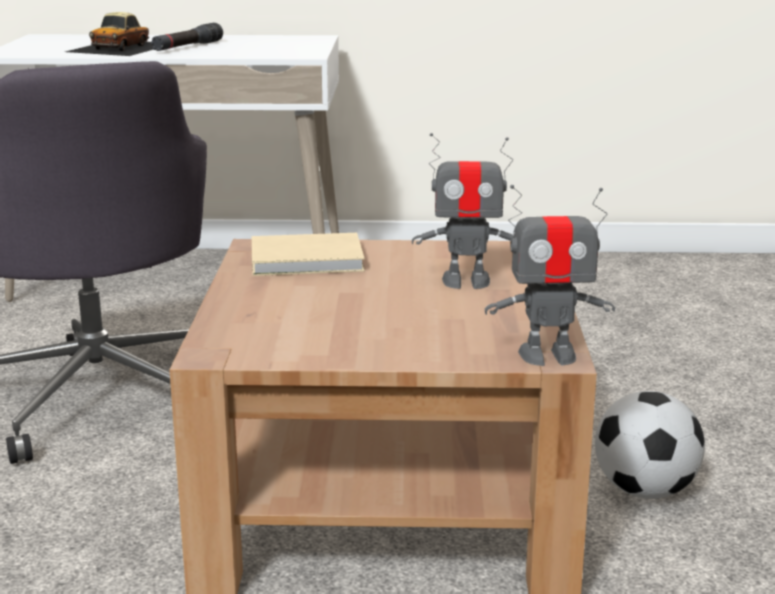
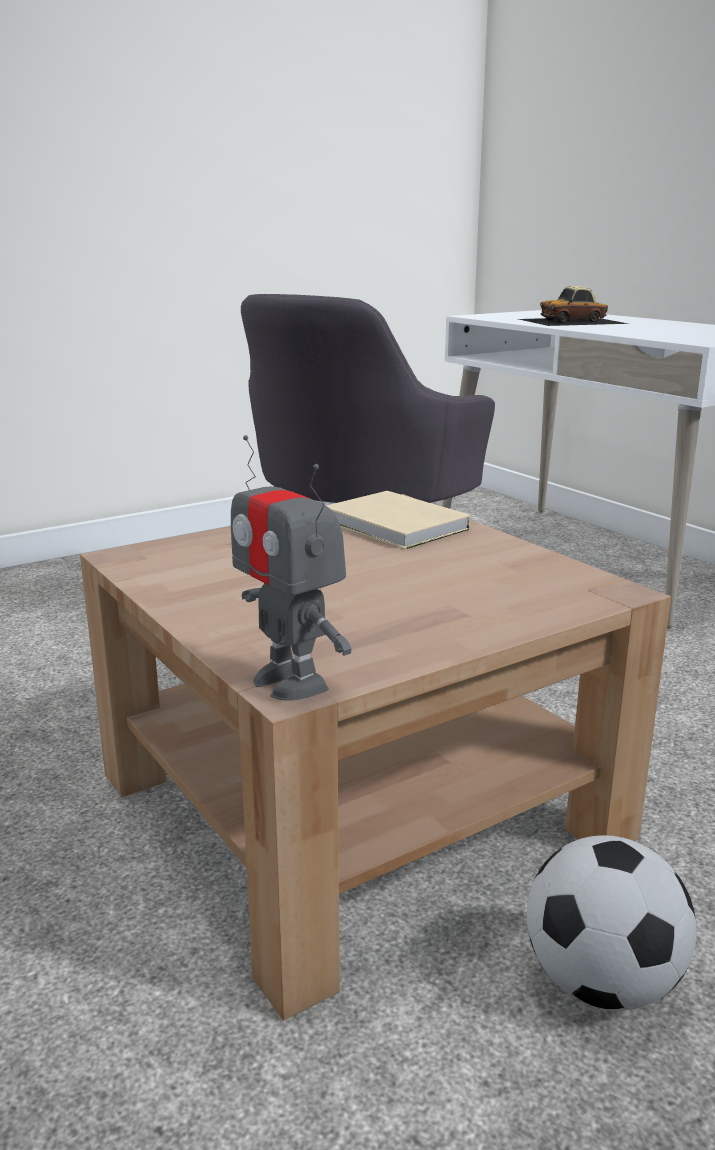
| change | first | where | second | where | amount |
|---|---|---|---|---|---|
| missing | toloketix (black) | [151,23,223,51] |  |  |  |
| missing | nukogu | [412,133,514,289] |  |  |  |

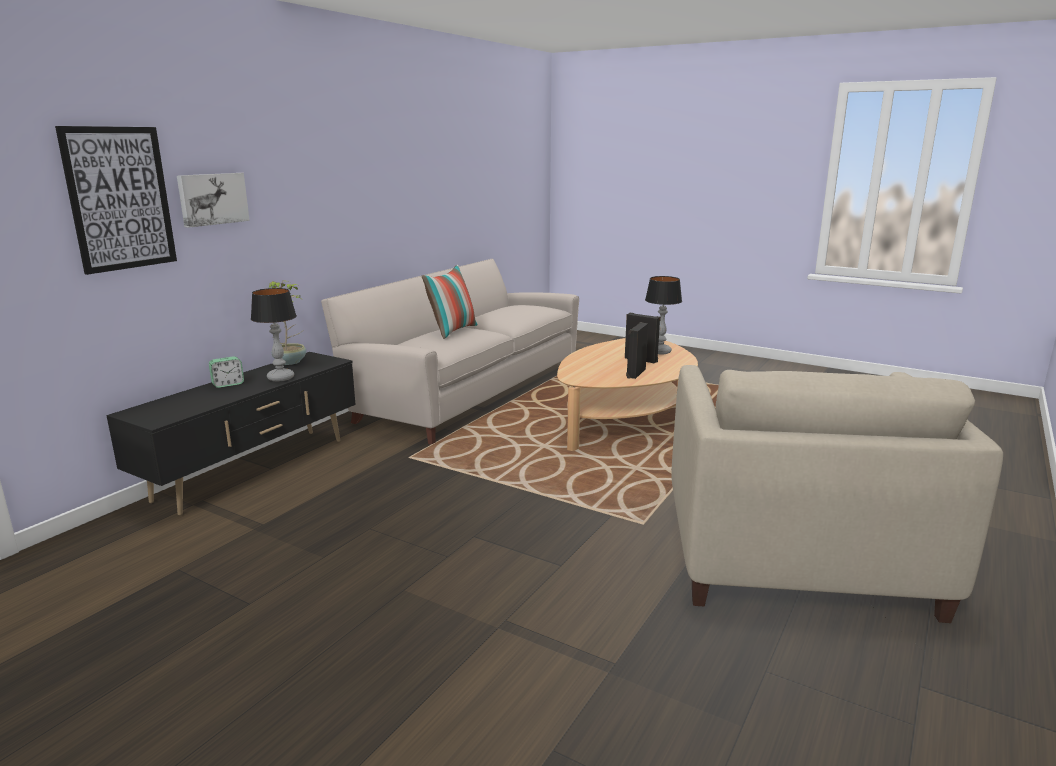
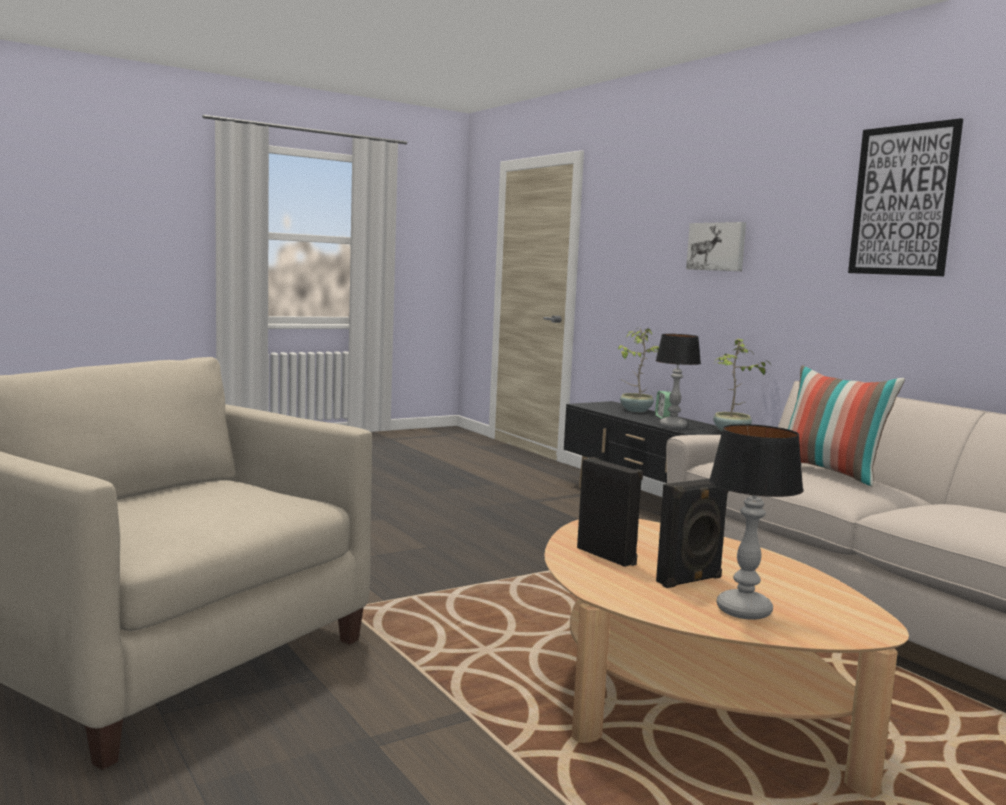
| change | first | where | second | where | amount |
|---|---|---|---|---|---|
| relocated | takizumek | [55,126,177,275] |  | [848,118,963,276] |  |
| appeared |  |  | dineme | [618,328,659,412] |  |

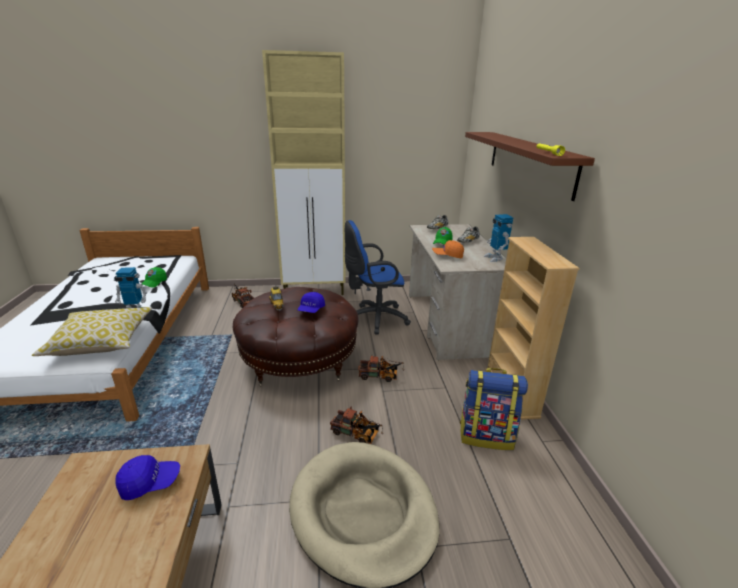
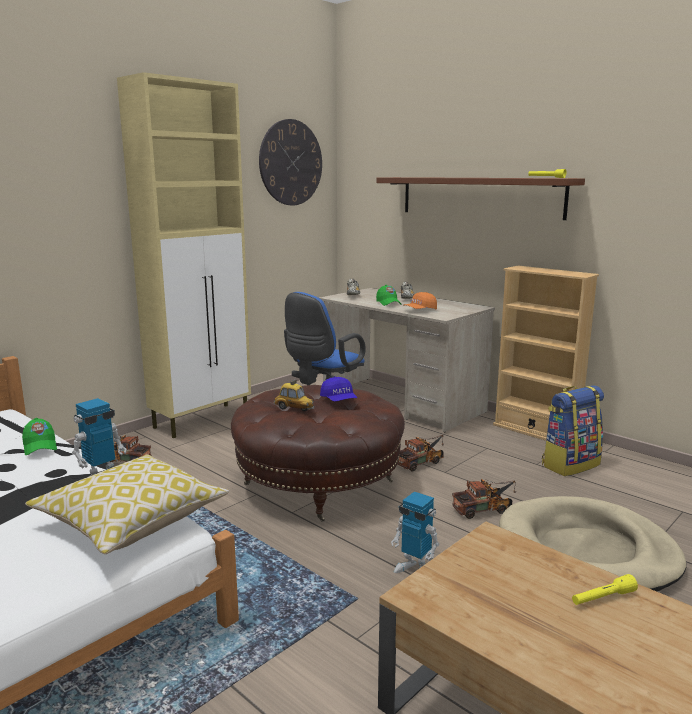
| change | first | where | second | where | amount |
|---|---|---|---|---|---|
| missing | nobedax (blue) | [116,455,180,500] |  |  |  |
| relocated | nukogu | [483,214,513,262] |  | [391,492,439,573] |  |
| appeared |  |  | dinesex | [259,119,322,206] |  |
| appeared |  |  | toloketix (yellow) | [572,574,638,605] |  |

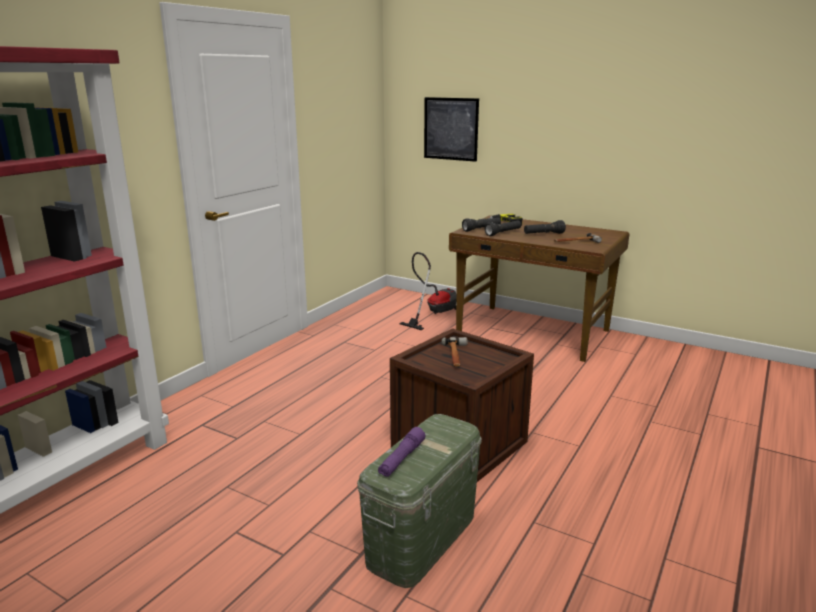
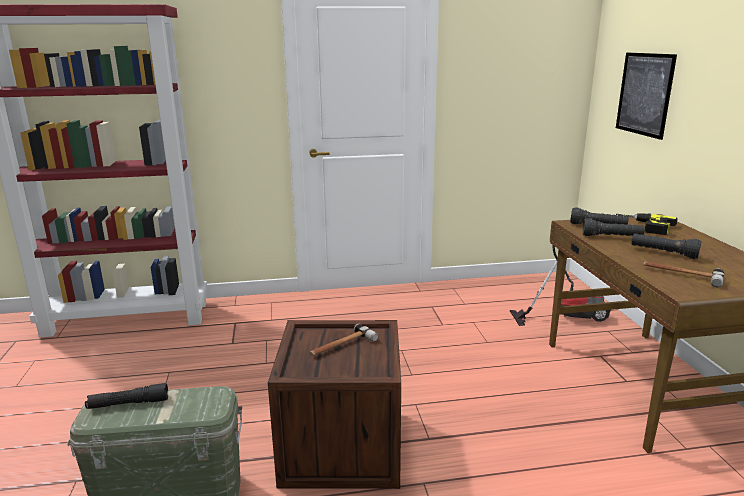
| change | first | where | second | where | amount |
|---|---|---|---|---|---|
| colour | toloketix (purple) | [378,427,425,477] | toloketix (black) | [85,383,168,409] |  |

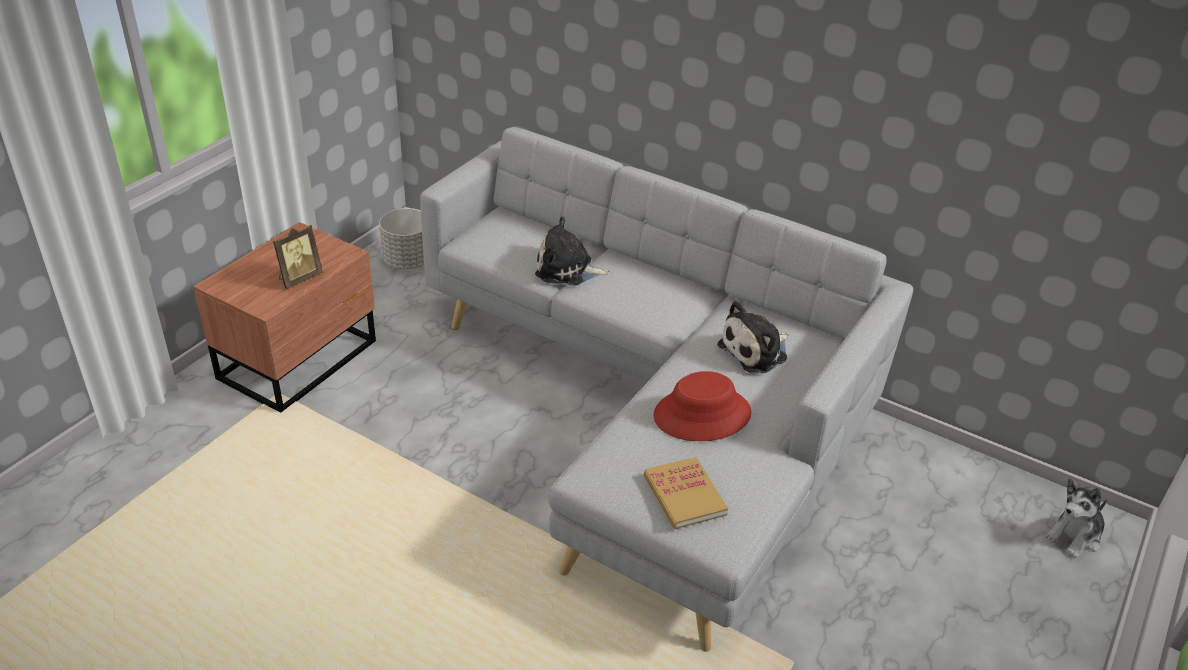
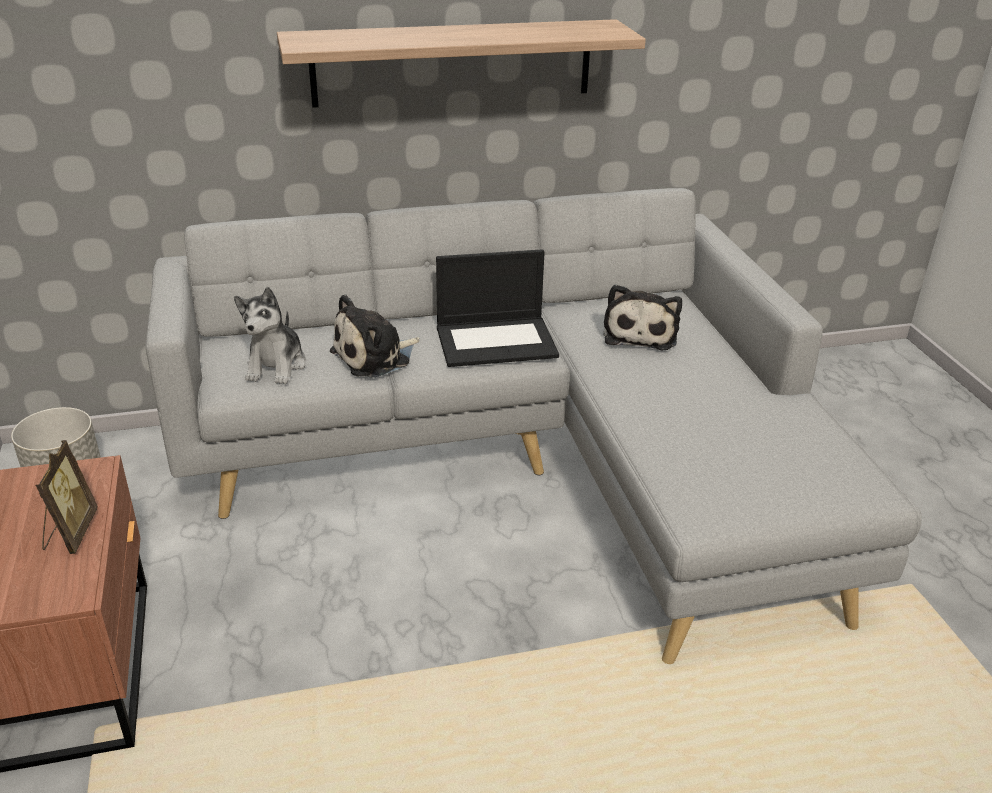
| change | first | where | second | where | amount |
|---|---|---|---|---|---|
| missing | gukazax | [644,457,728,529] |  |  |  |
| missing | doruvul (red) | [653,371,752,441] |  |  |  |
| relocated | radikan | [1045,478,1107,558] |  | [234,287,306,384] |  |
| appeared |  |  | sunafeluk | [277,19,646,108] |  |
| appeared |  |  | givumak | [436,249,559,367] |  |

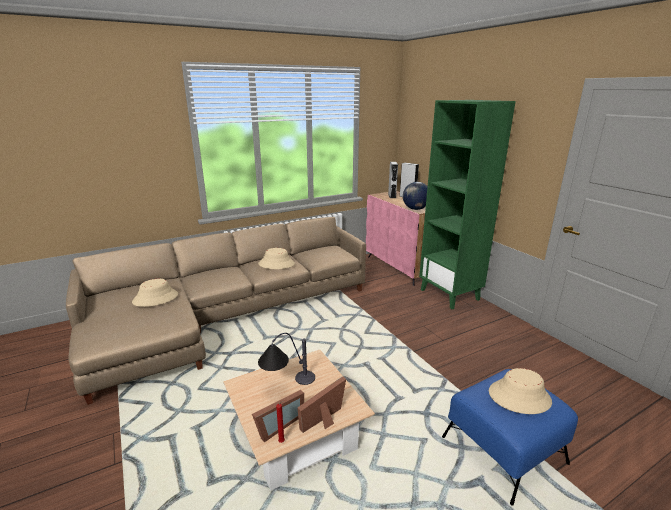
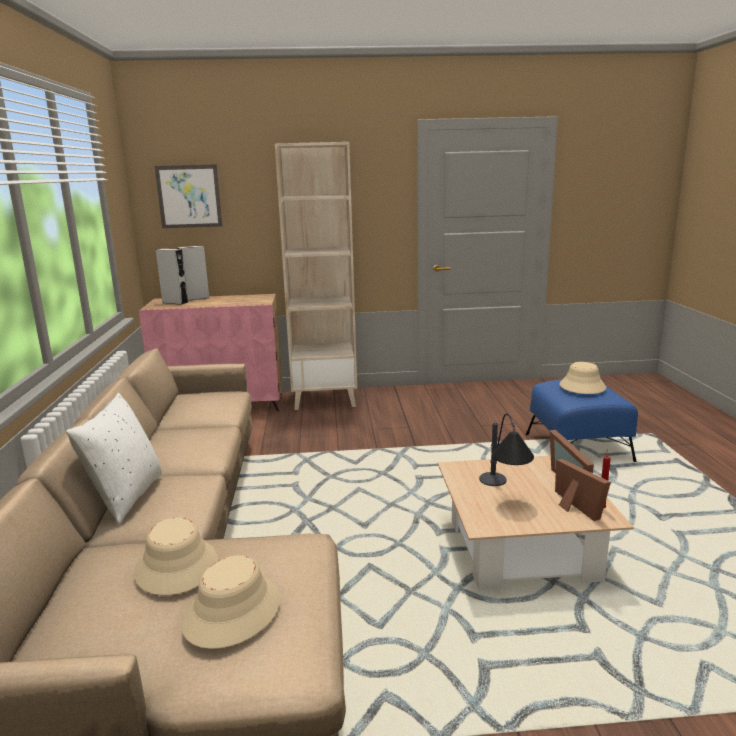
| change | first | where | second | where | amount |
|---|---|---|---|---|---|
| relocated | doruvul (beige) | [258,248,295,269] |  | [181,555,280,649] |  |
| missing | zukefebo | [403,182,428,210] |  |  |  |
| colour | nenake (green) | [419,100,516,309] | nenake (beige) | [275,142,357,410] |  |
| appeared |  |  | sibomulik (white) | [66,393,162,524] |  |
| appeared |  |  | takizumek | [155,164,222,228] |  |

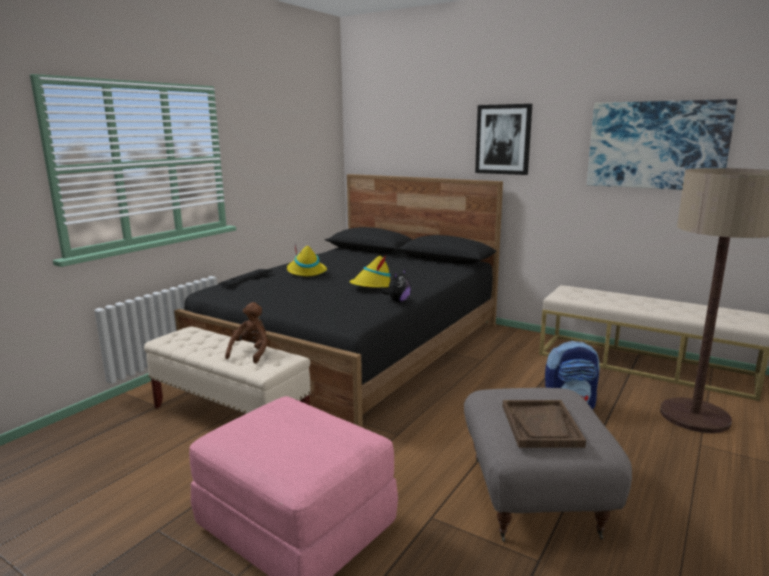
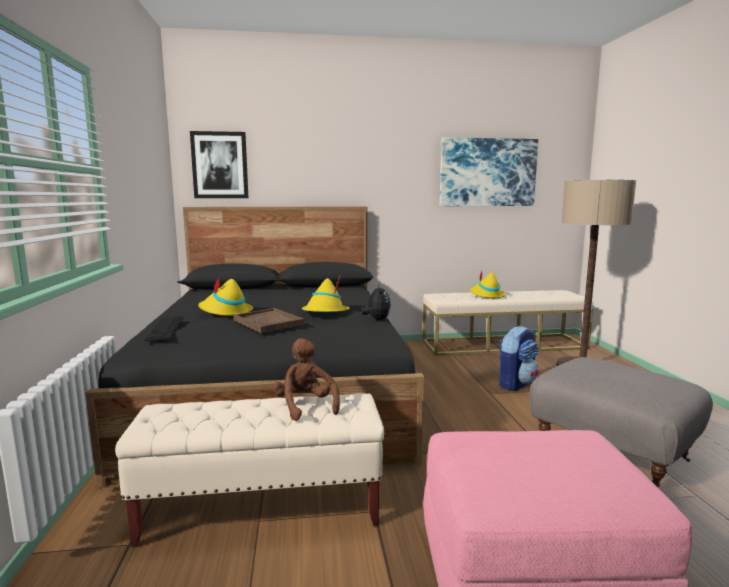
| change | first | where | second | where | amount |
|---|---|---|---|---|---|
| relocated | takizumek | [475,104,532,175] |  | [190,131,248,198] |  |
| relocated | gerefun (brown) | [503,400,586,448] |  | [233,308,304,333] |  |
| appeared |  |  | doruvul (yellow) | [470,271,506,299] |  |

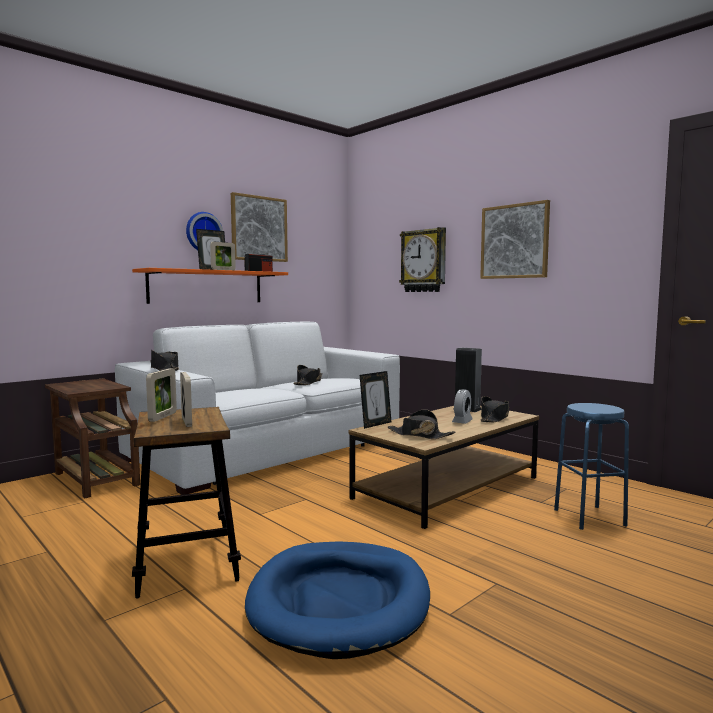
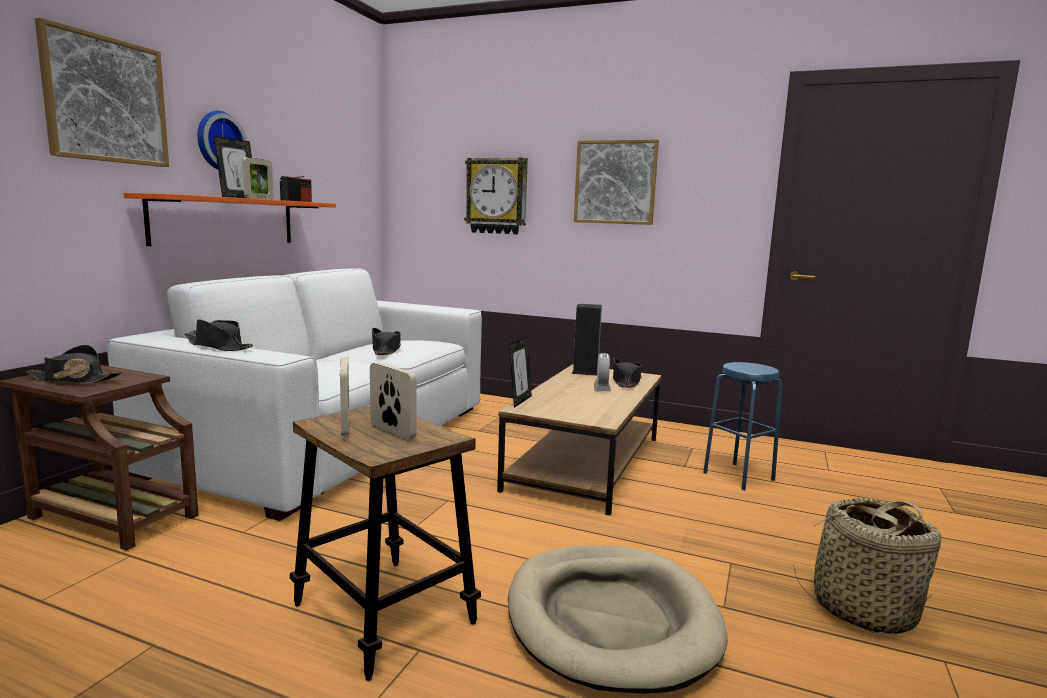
| change | first | where | second | where | amount |
|---|---|---|---|---|---|
| relocated | takizumek | [231,192,288,262] |  | [35,17,169,167] |  |
| colour | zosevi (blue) | [245,541,430,659] | zosevi (beige) | [508,545,728,694] |  |
| relocated | doruvul (black) | [387,409,456,439] |  | [26,345,123,384] |  |
| appeared |  |  | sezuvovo | [793,498,941,634] |  |

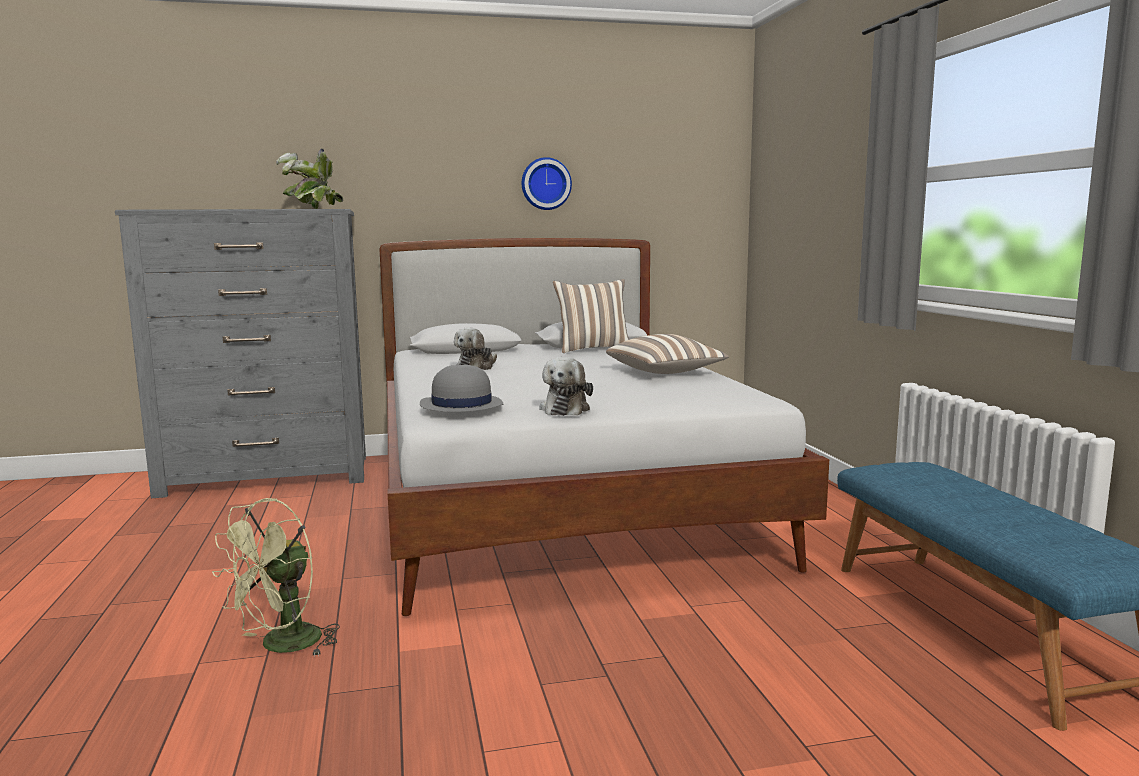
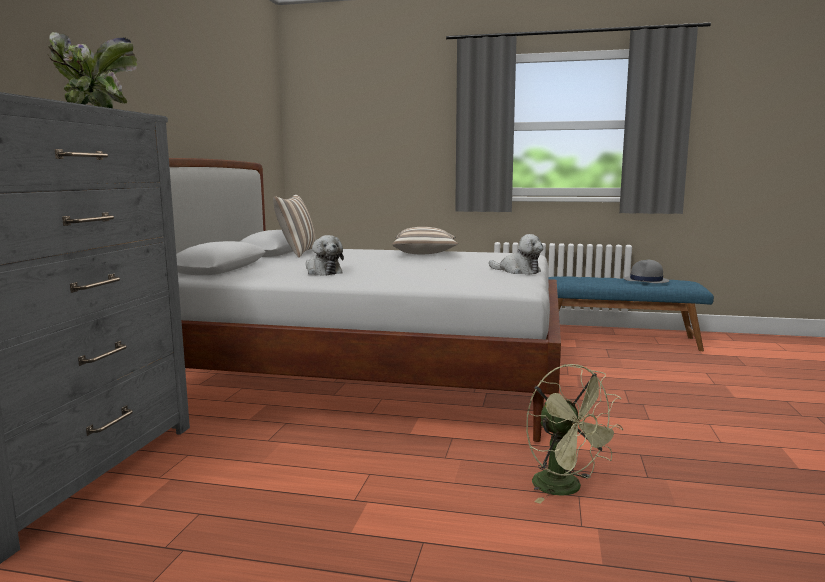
| change | first | where | second | where | amount |
|---|---|---|---|---|---|
| relocated | doruvul (grey) | [420,364,503,412] |  | [624,260,669,283] |  |
| missing | dinesex | [522,157,572,210] |  |  |  |

